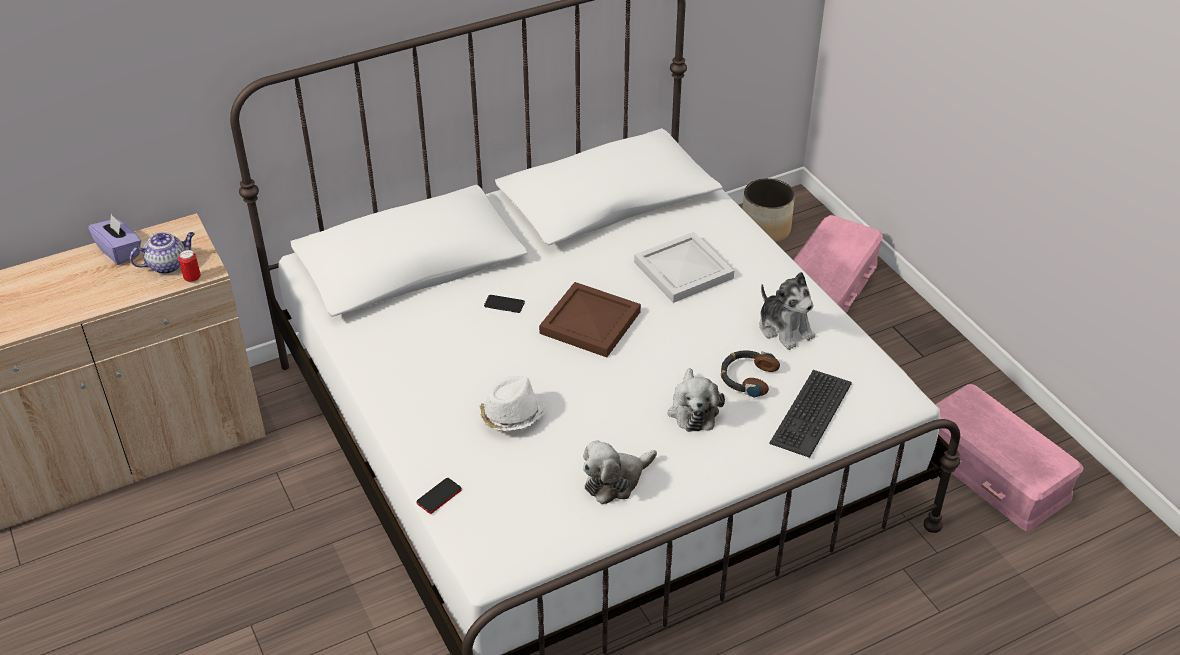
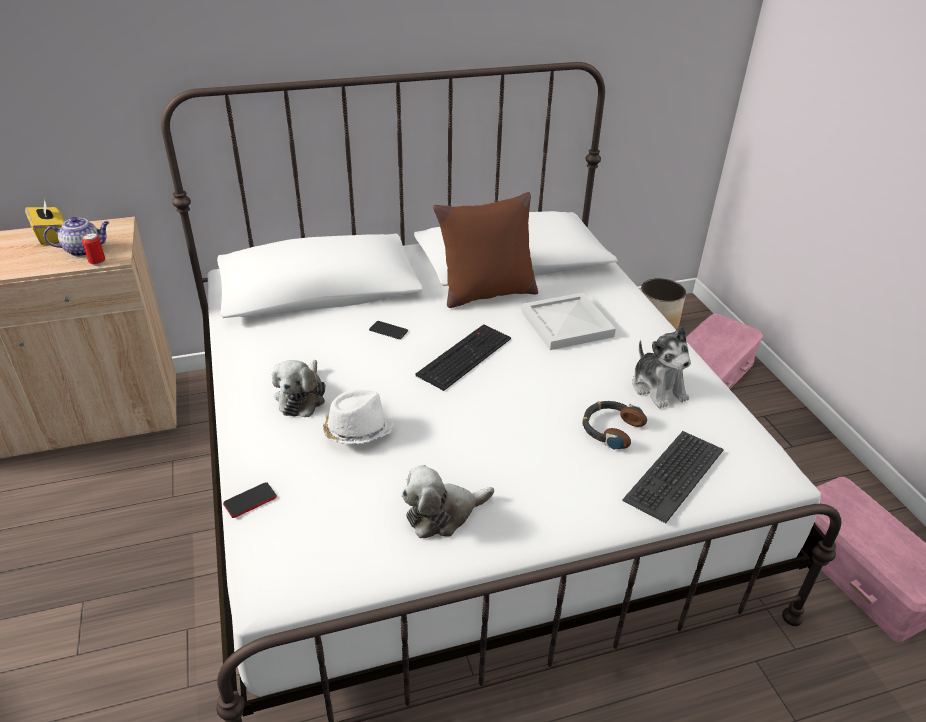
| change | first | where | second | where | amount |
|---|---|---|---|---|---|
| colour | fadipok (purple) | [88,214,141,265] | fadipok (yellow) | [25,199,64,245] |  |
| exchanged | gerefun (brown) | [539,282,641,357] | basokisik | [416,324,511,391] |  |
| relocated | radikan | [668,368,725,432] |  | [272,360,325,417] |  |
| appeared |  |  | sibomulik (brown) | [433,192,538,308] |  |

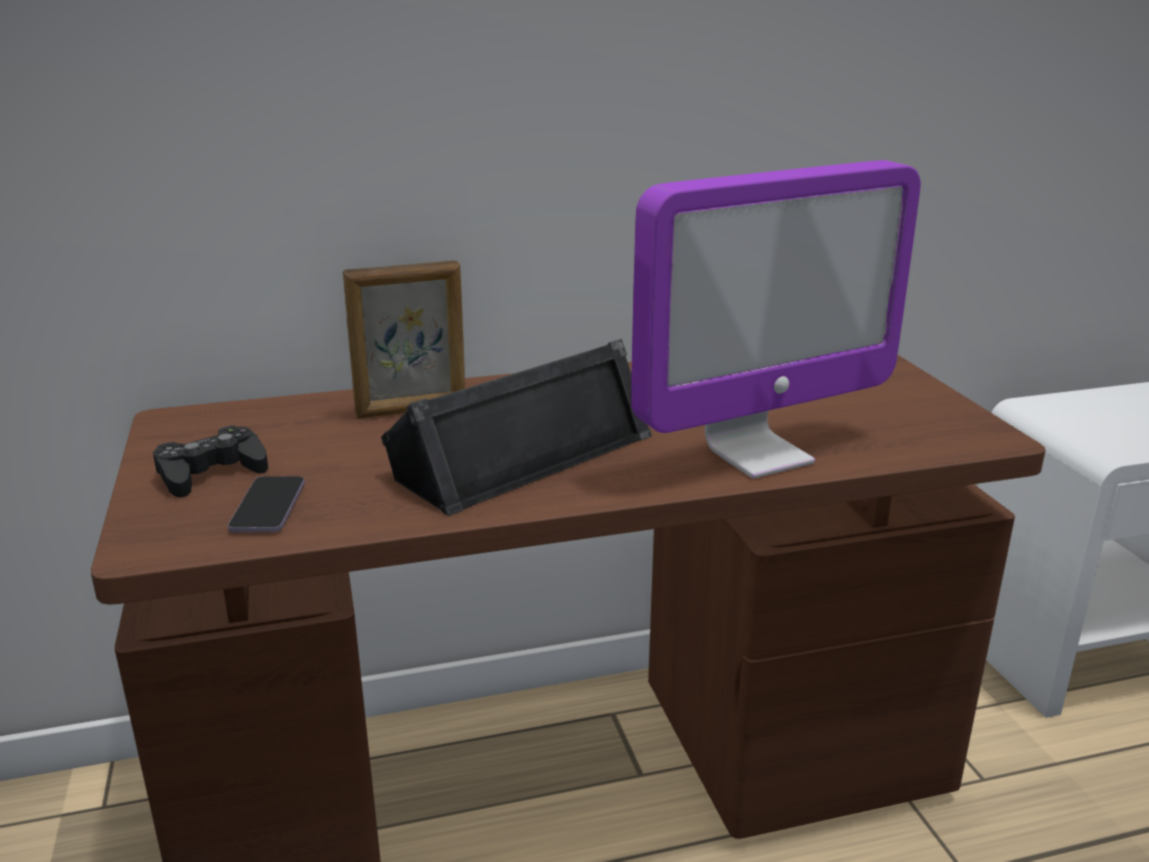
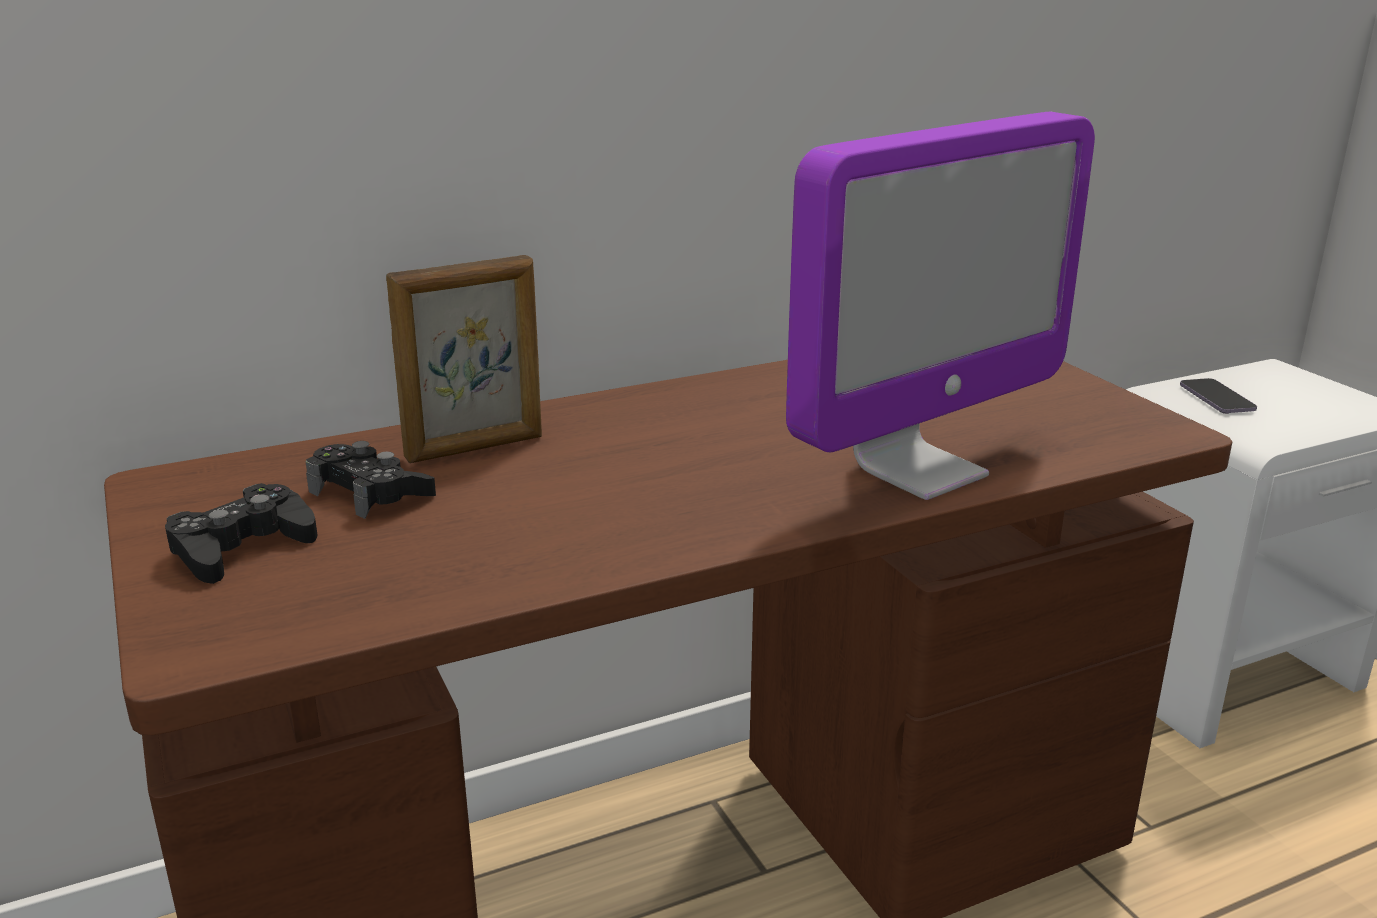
| change | first | where | second | where | amount |
|---|---|---|---|---|---|
| relocated | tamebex | [228,476,305,533] |  | [1180,378,1257,414] |  |
| missing | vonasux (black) | [381,339,652,516] |  |  |  |
| appeared |  |  | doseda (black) | [306,441,436,519] |  |

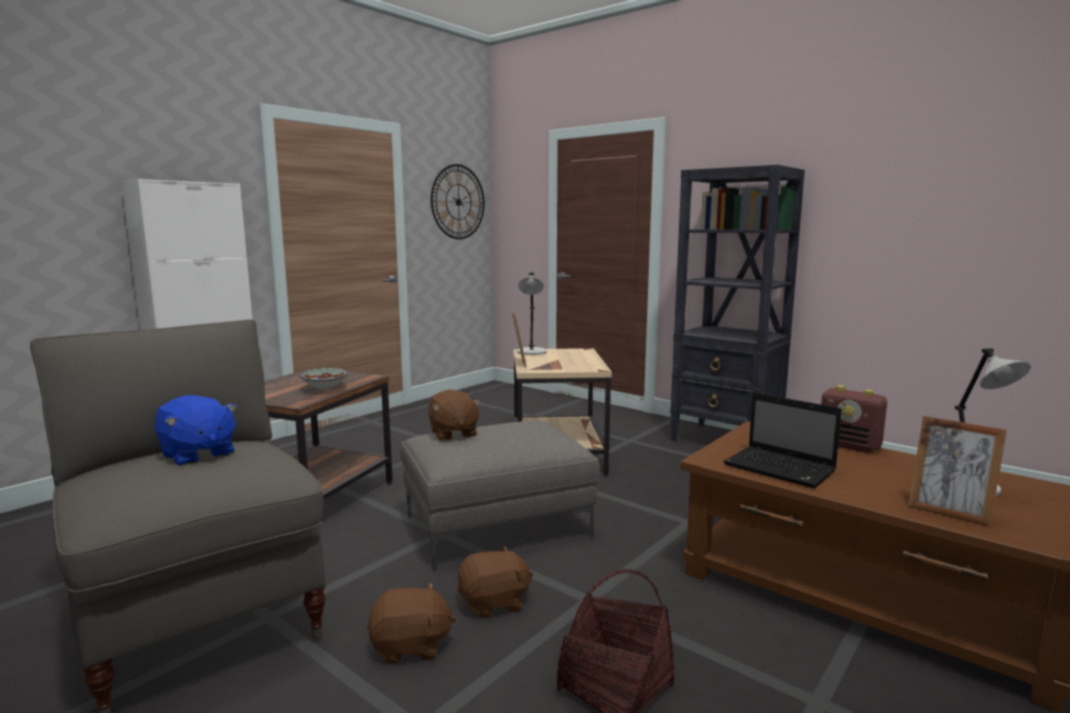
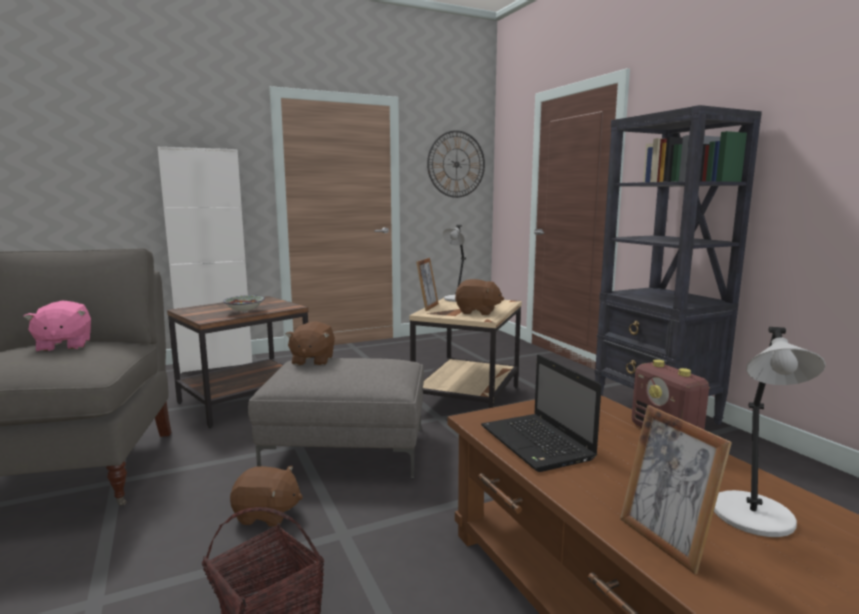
| change | first | where | second | where | amount |
|---|---|---|---|---|---|
| colour | radikan (blue) | [154,395,238,466] | radikan (pink) | [23,301,91,351] |  |
| relocated | radikan (brown) | [367,582,456,664] |  | [455,279,504,315] |  |

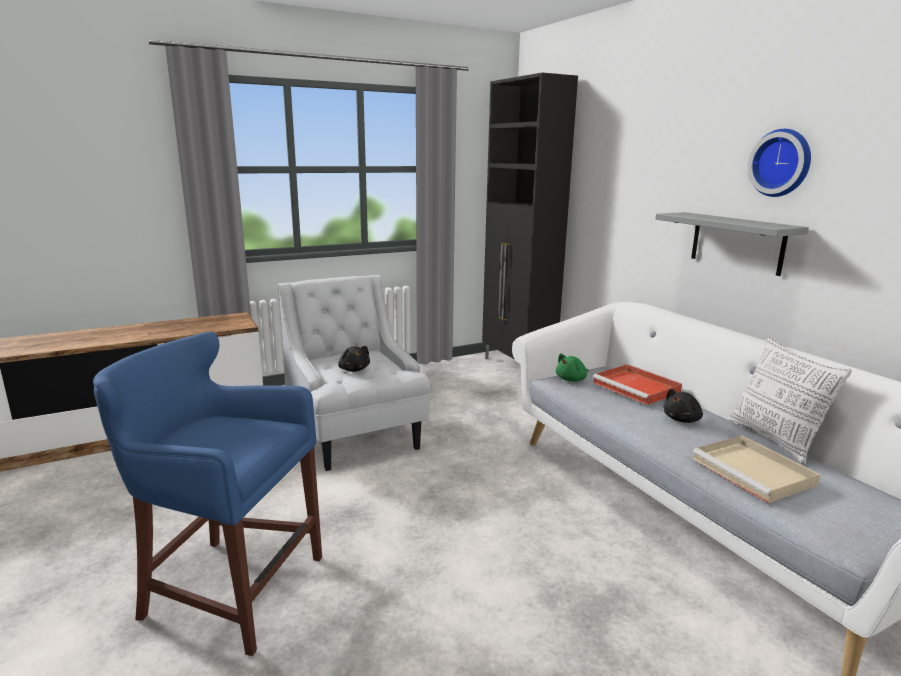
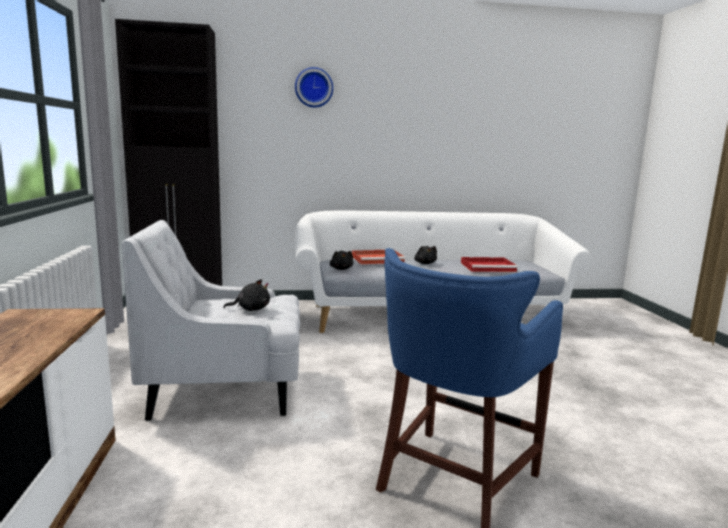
| change | first | where | second | where | amount |
|---|---|---|---|---|---|
| colour | radikan (green) | [556,354,588,382] | radikan (black) | [330,251,353,270] |  |
| missing | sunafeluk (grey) | [655,212,809,276] |  |  |  |
| colour | gerefun (beige) | [693,436,821,503] | gerefun (red) | [461,257,518,272] |  |
| missing | sibomulik | [728,337,852,465] |  |  |  |
| relocated | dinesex | [748,129,811,197] |  | [295,67,333,107] |  |

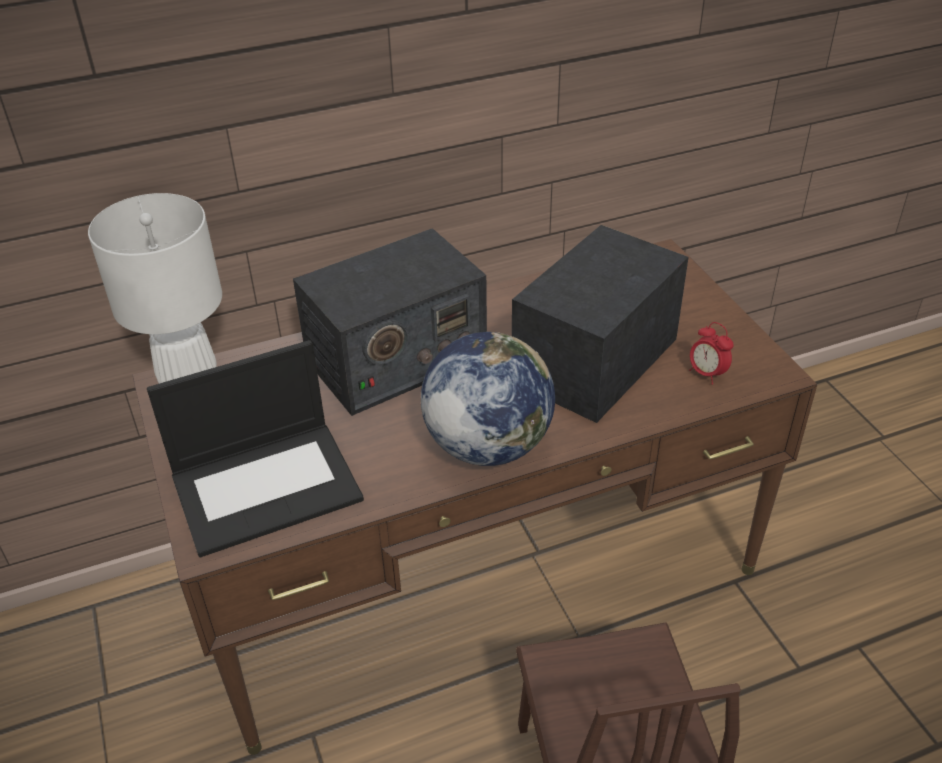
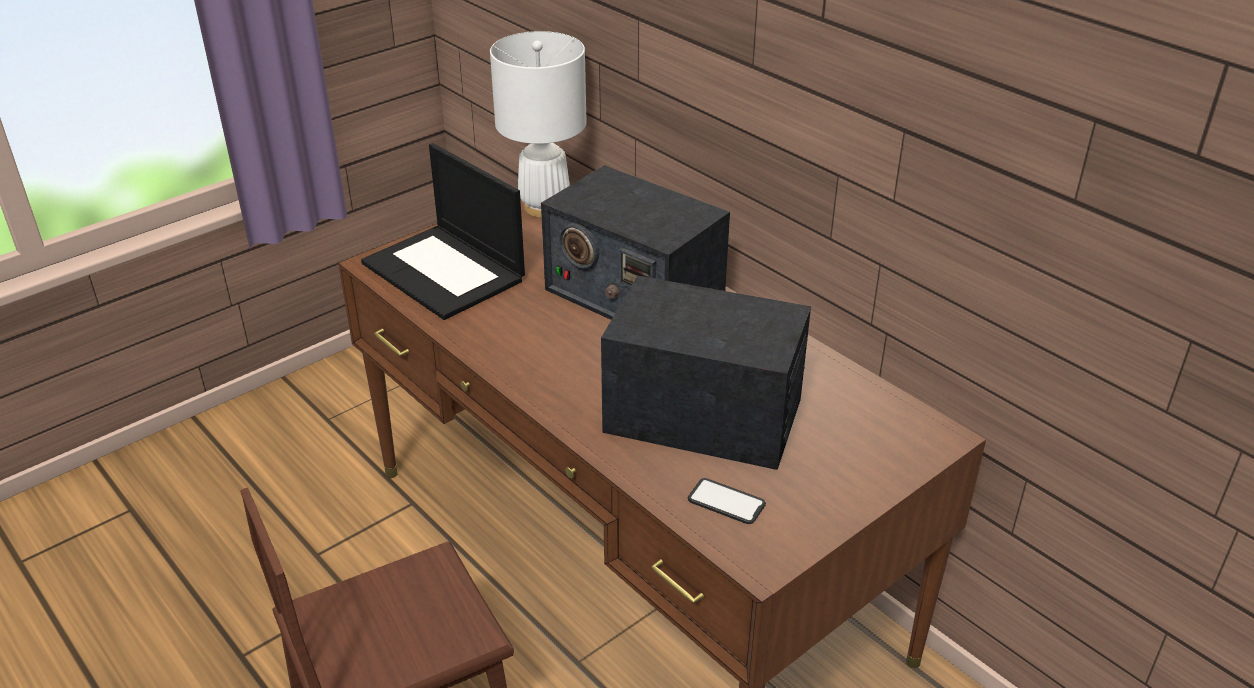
| change | first | where | second | where | amount |
|---|---|---|---|---|---|
| missing | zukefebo | [421,332,555,466] |  |  |  |
| exchanged | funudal | [689,322,734,385] | tamebex | [688,478,766,524] |  |

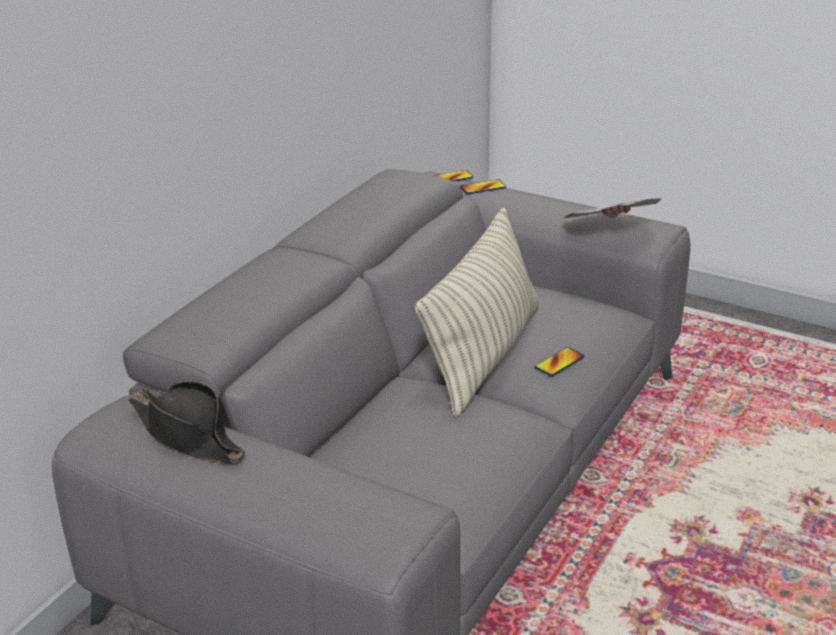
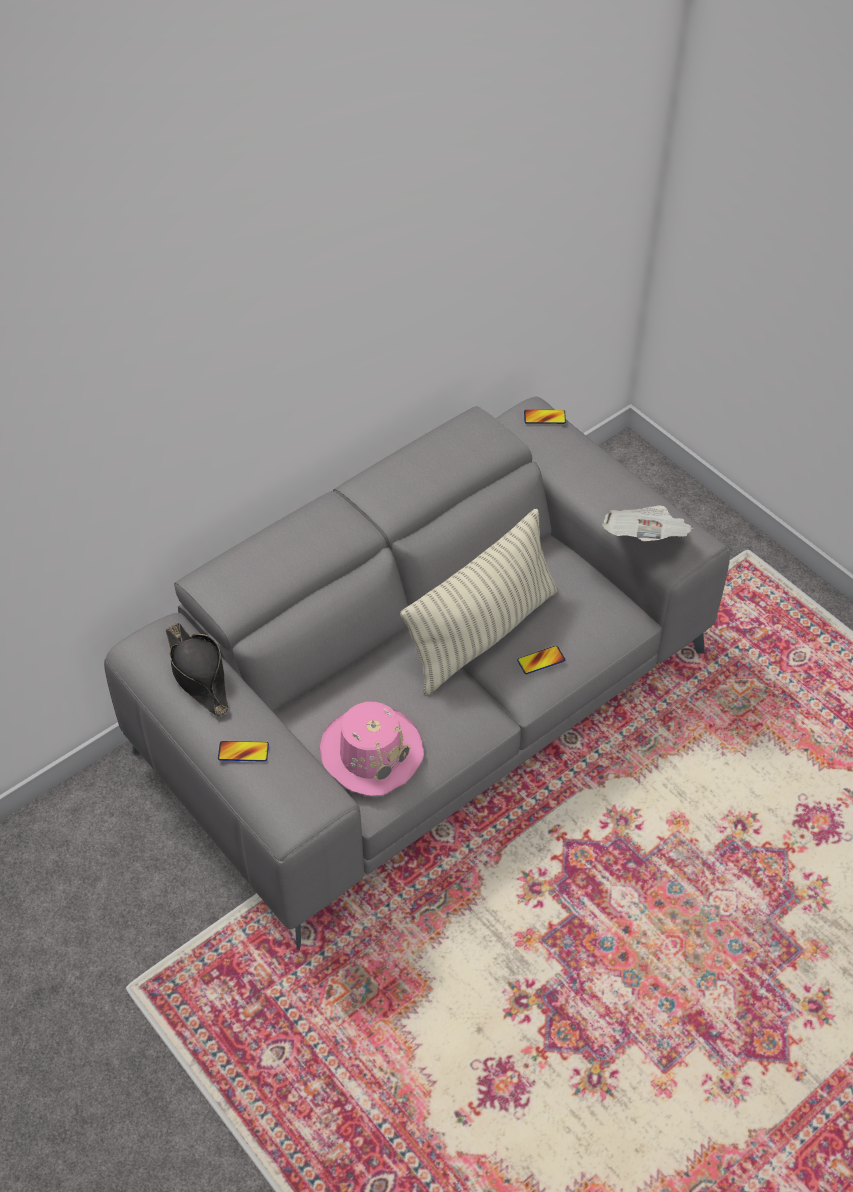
| change | first | where | second | where | amount |
|---|---|---|---|---|---|
| relocated | tamebex | [460,179,506,194] |  | [218,741,269,762] |  |
| appeared |  |  | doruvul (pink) | [320,702,424,796] |  |

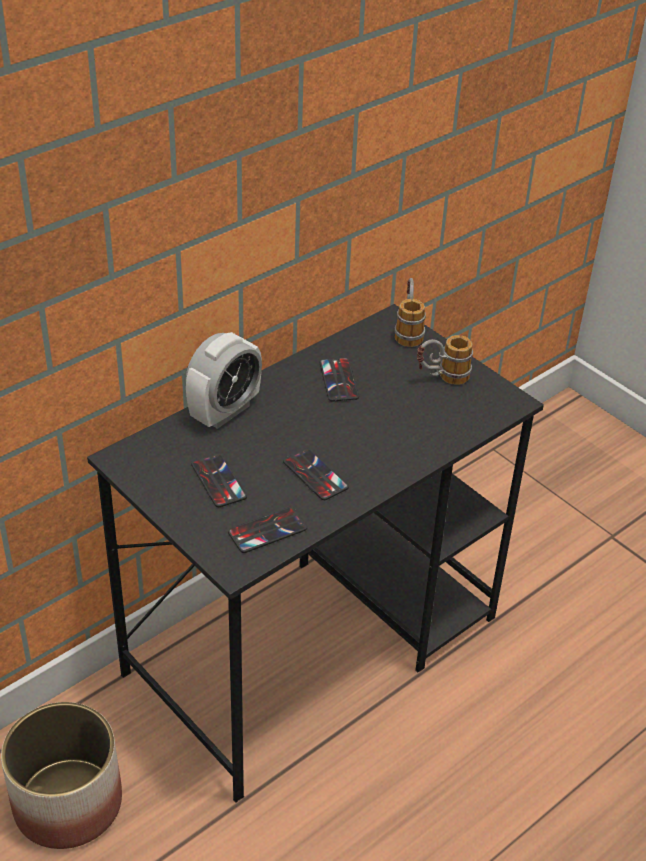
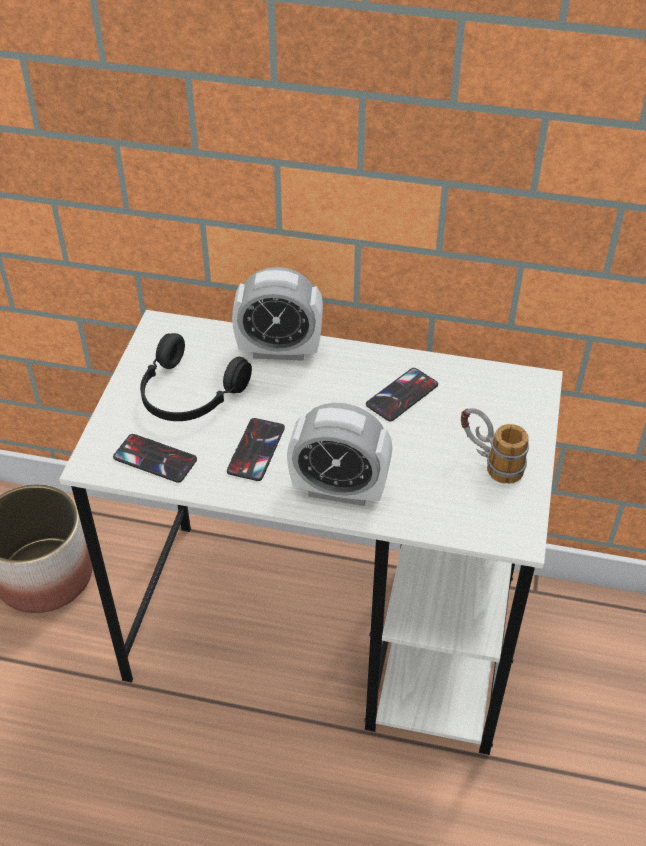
| change | first | where | second | where | amount |
|---|---|---|---|---|---|
| colour | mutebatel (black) | [87,304,544,803] | mutebatel (white) | [59,310,563,755] |  |
| exchanged | tamebex | [191,453,247,507] | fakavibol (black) | [140,333,252,421] |  |
| missing | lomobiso | [395,278,426,347] |  |  |  |
| appeared |  |  | funudal | [287,403,392,506] |  |

